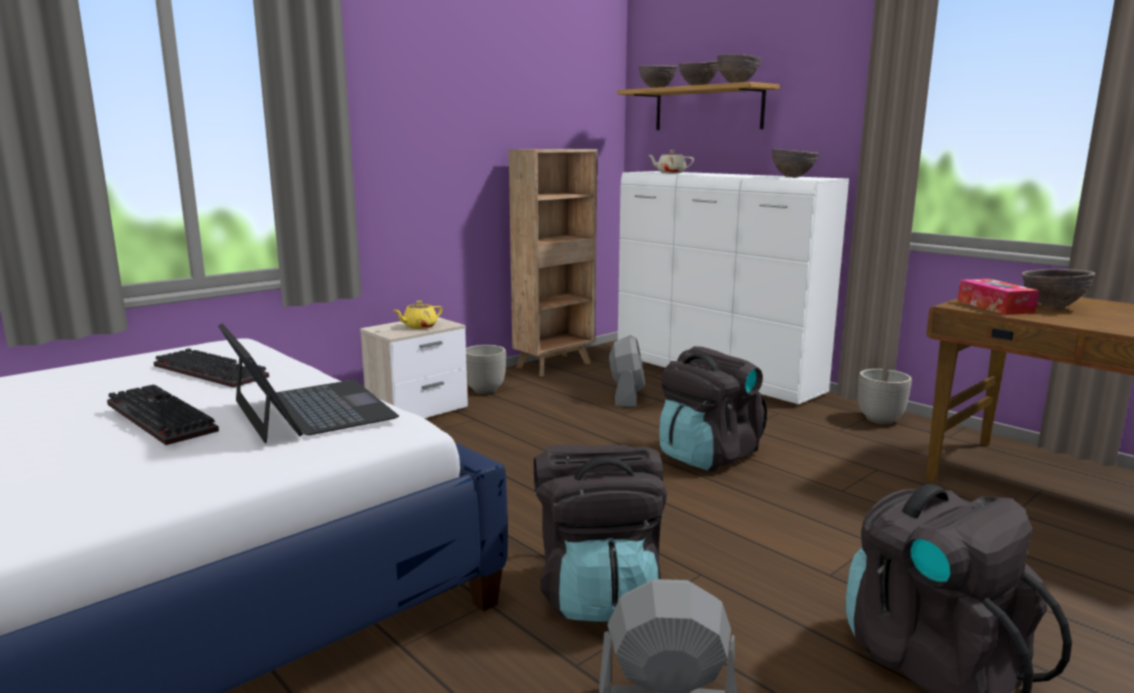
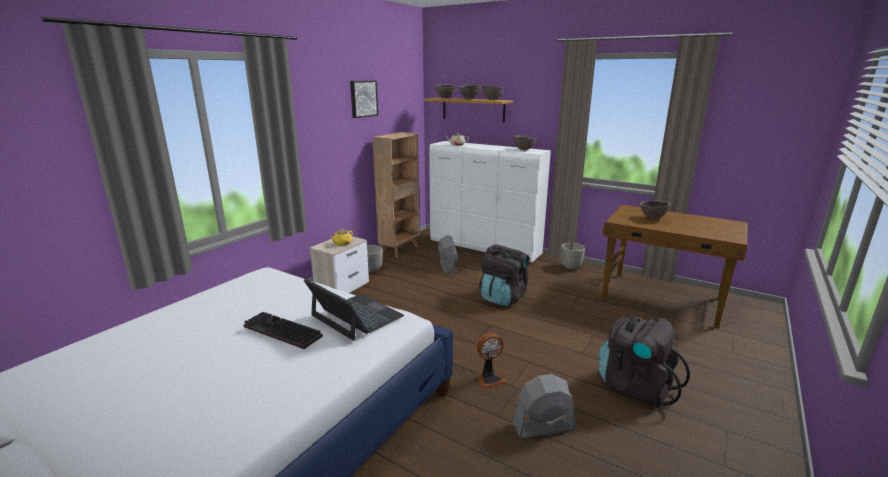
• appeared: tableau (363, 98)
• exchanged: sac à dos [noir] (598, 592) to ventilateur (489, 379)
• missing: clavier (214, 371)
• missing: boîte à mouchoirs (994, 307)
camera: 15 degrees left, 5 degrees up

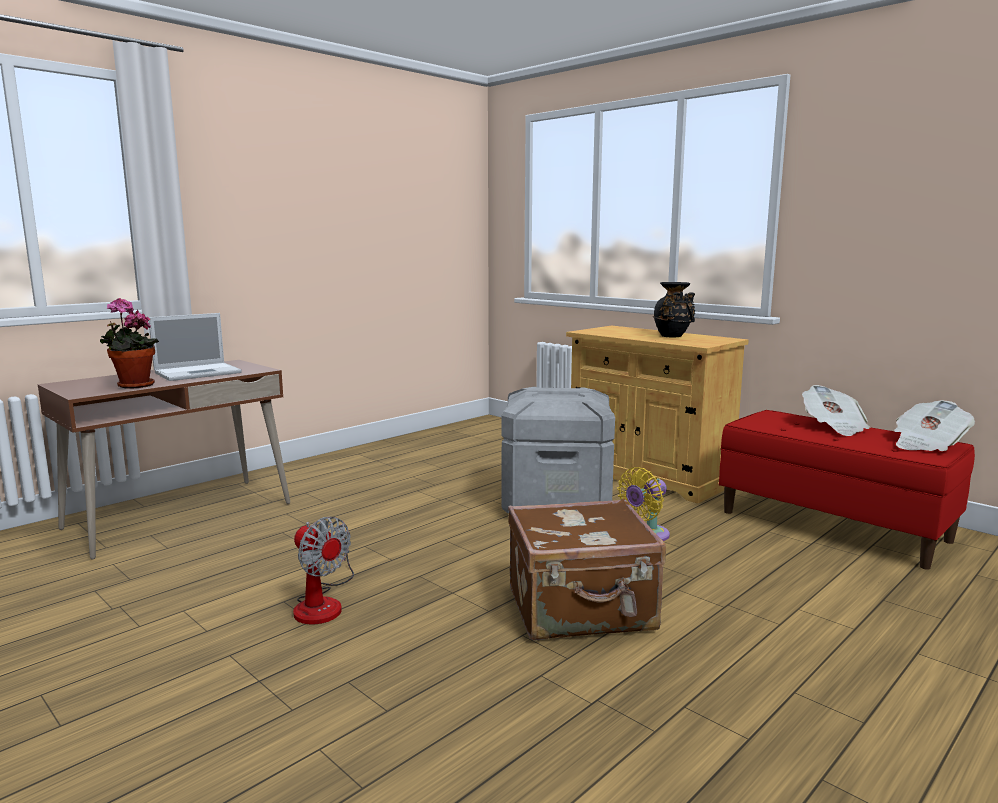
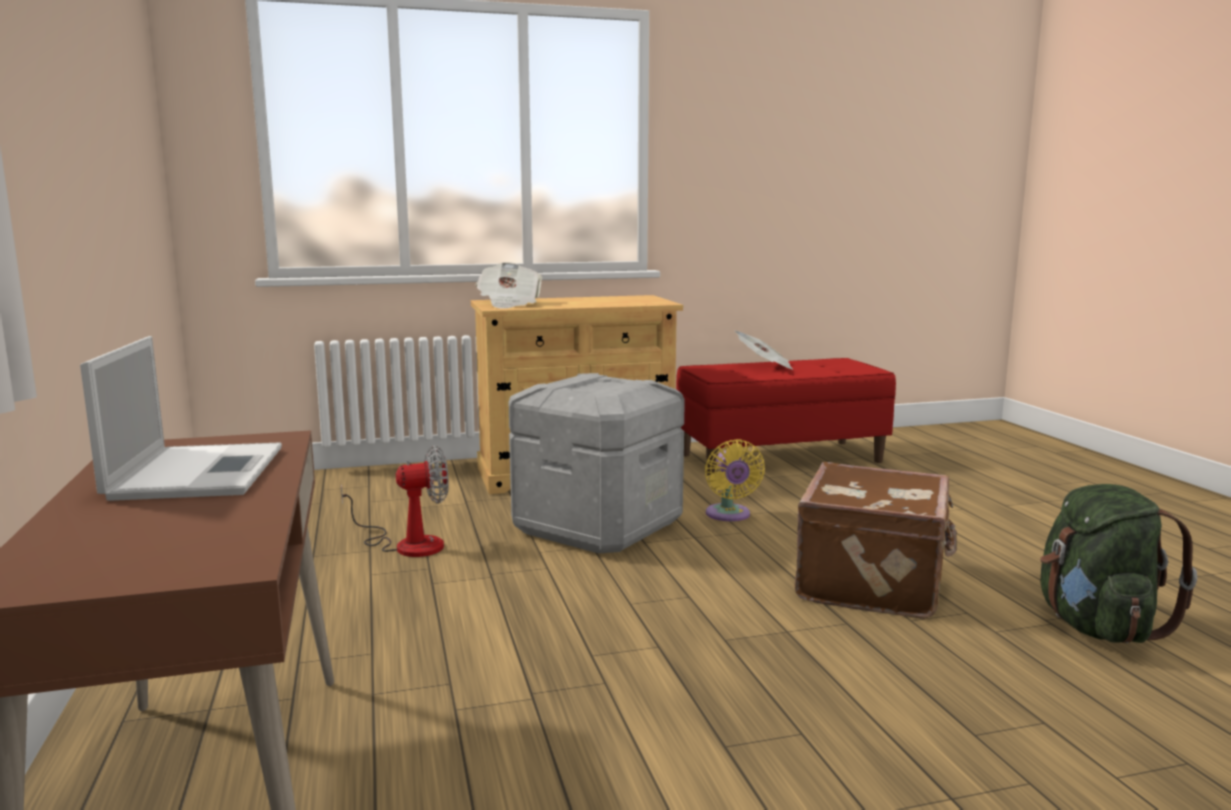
• relocated: ventilateur (323, 603) to (407, 544)
• relocated: journal (927, 445) to (509, 304)
• appeared: sac à dos [vert] (1097, 627)
• missing: plante en pot (132, 386)
• missing: vase [noir] (673, 336)
camera: 60 degrees left, 0 degrees up

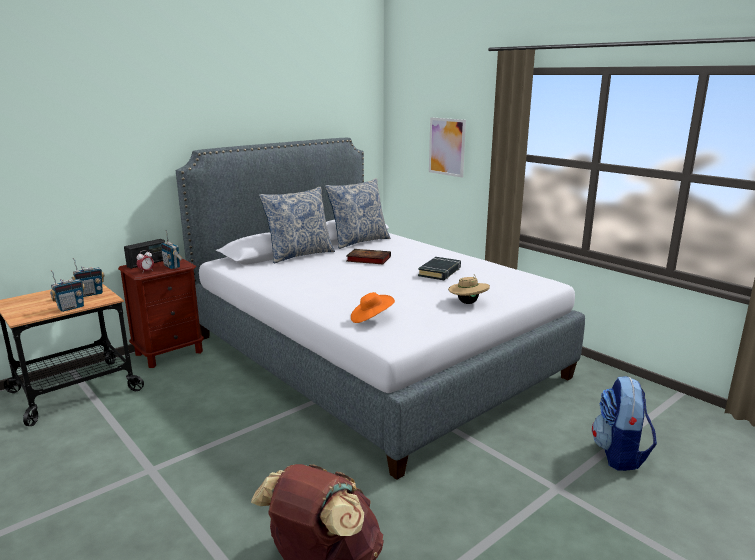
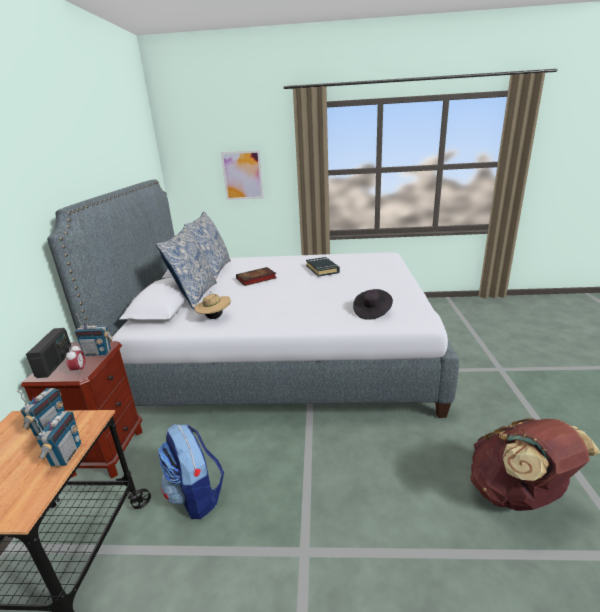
• relocated: sac à dos (619, 454) to (196, 496)
• relocated: chapeau [beige] (468, 303) to (214, 317)
• colour: chapeau [orange] (371, 318) to chapeau [noir] (372, 312)
camera: 45 degrees left, 5 degrees up

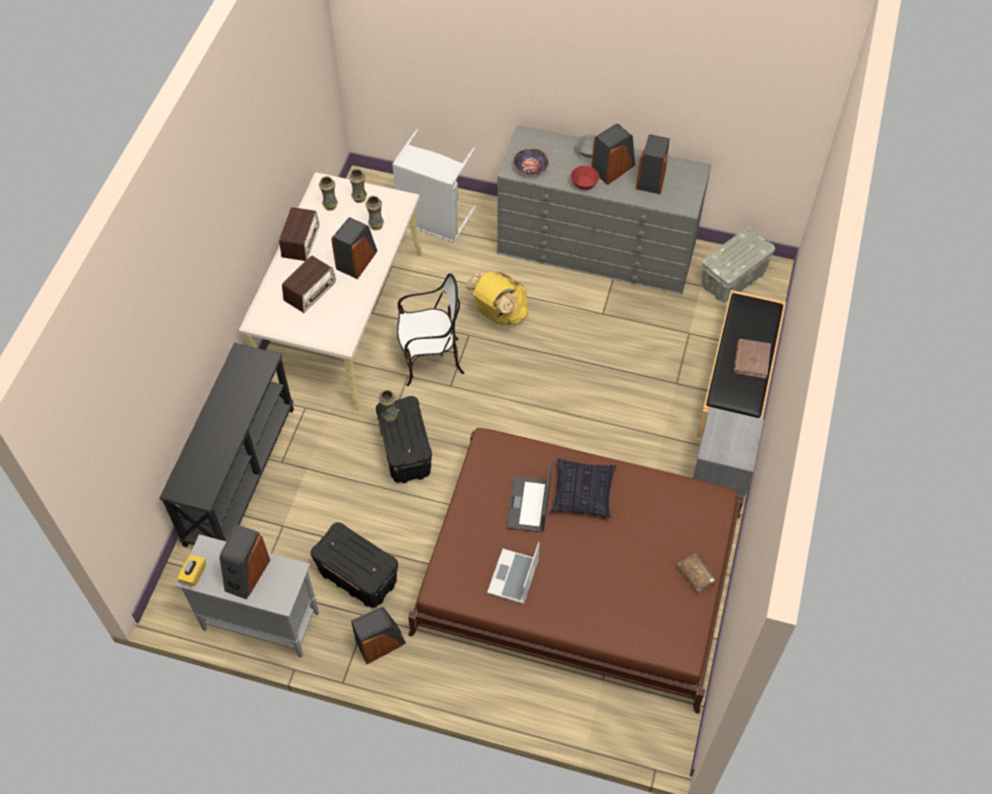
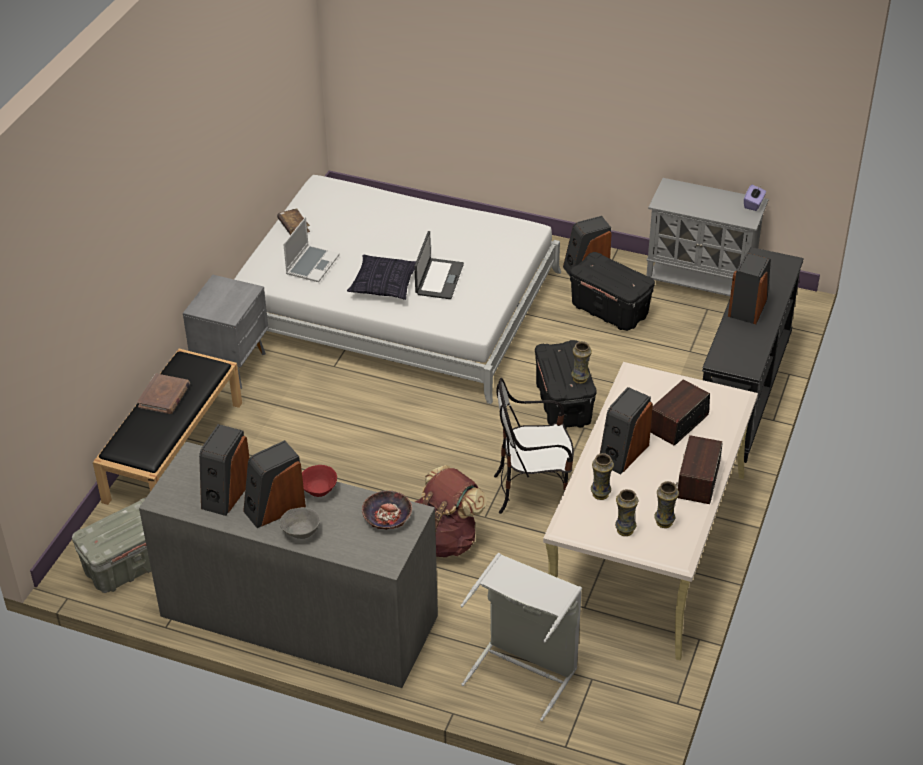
• colour: lit [marron] (578, 573) to lit [blanc] (395, 304)
• relocated: ordinateur portable (514, 578) to (312, 264)
• colour: sac à dos [jaune] (499, 313) to sac à dos [marron] (444, 539)
• relocated: enceinte (246, 574) to (748, 307)
• colour: boîte à mouchoirs [jaune] (193, 574) to boîte à mouchoirs [violet] (753, 204)
camera: 175 degrees left, 15 degrees down

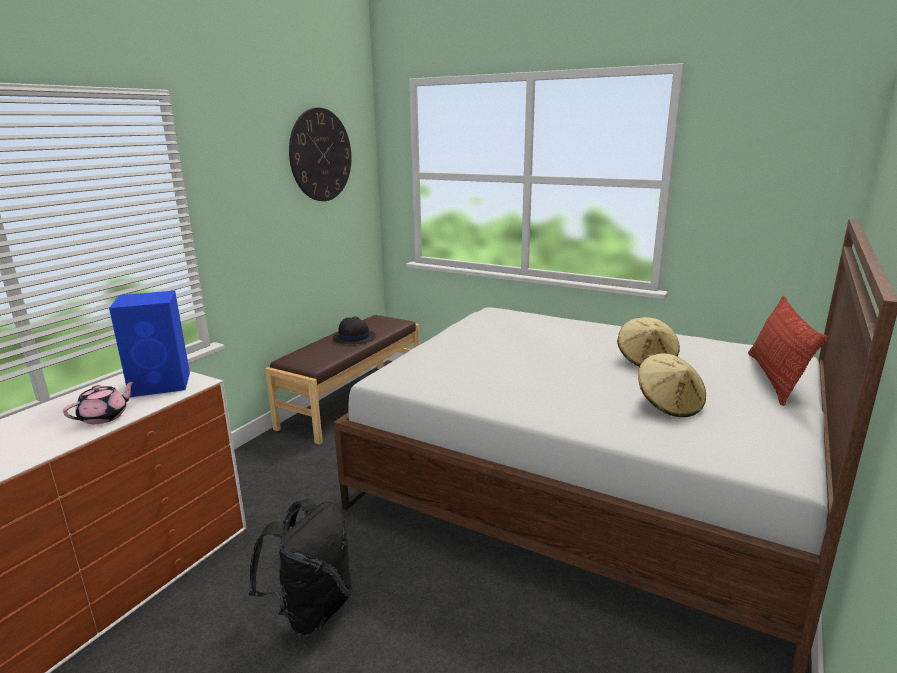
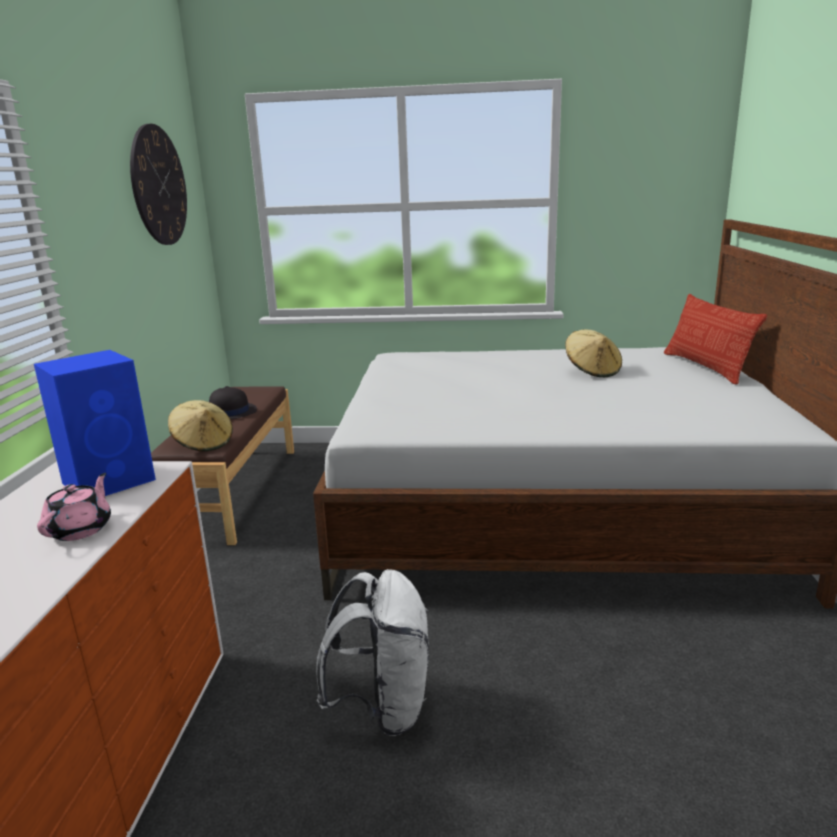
• relocated: chapeau [beige] (669, 405) to (203, 443)
• colour: sac à dos [noir] (311, 611) to sac à dos [blanc] (383, 707)
camera: 25 degrees left, 0 degrees up

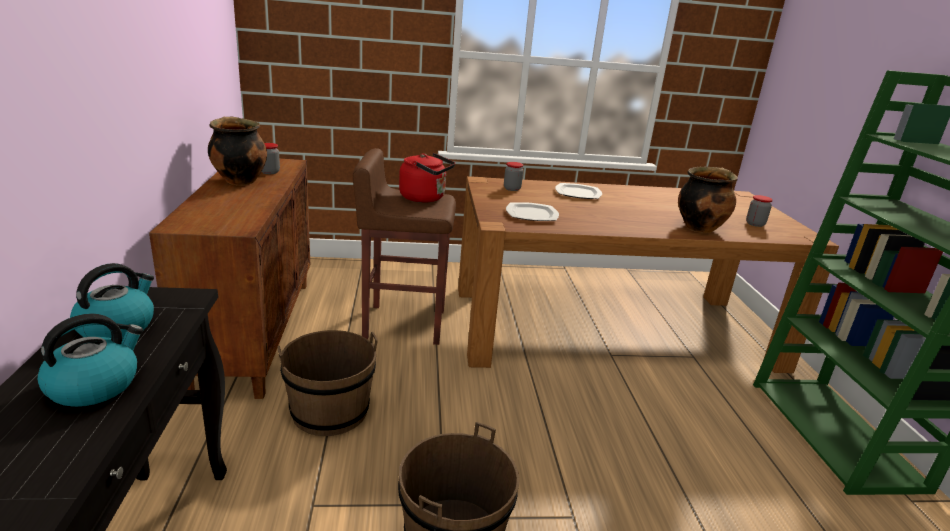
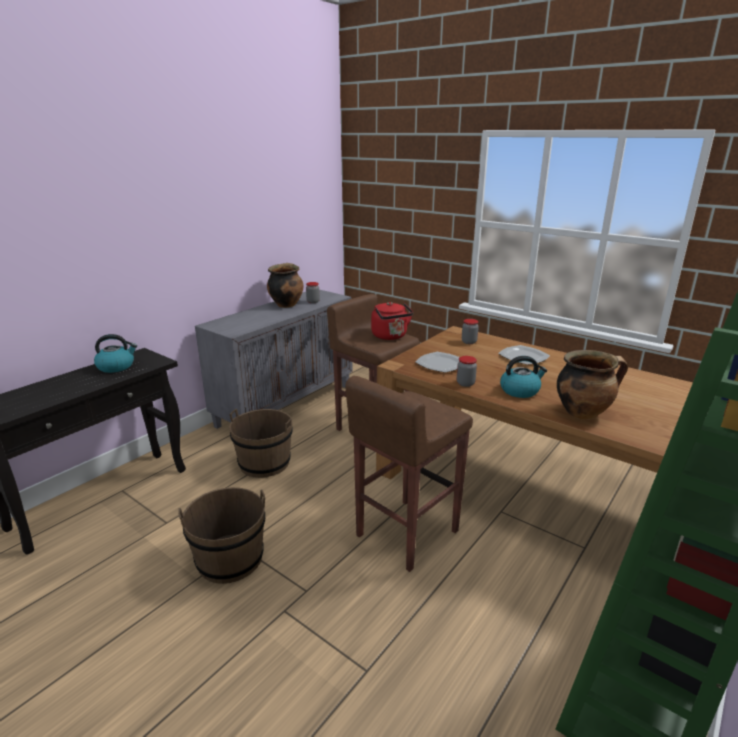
• colour: meuble de rangement [marron] (254, 331) to meuble de rangement [gris] (286, 404)
• appeared: tabouret [marron] (405, 533)
• relocated: bocal (755, 224) to (465, 383)
• relocated: bouilloire (95, 385) to (520, 390)
camera: 45 degrees right, 0 degrees up

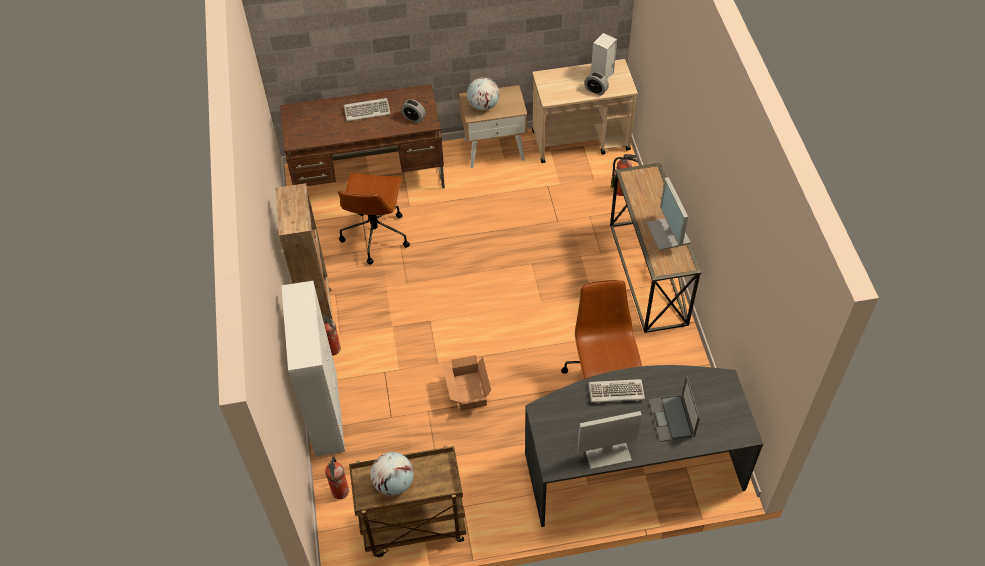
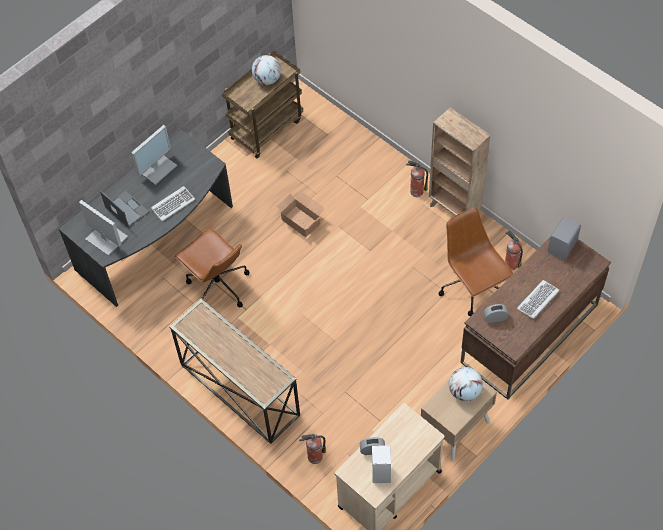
• relocated: écran d'ordinateur (669, 234) to (105, 238)
• relocated: extincteur (340, 492) to (510, 264)
• appeared: enceinte [gris] (563, 247)
• missing: meuble de rangement [blanc] (326, 413)
camera: 145 degrees right, 5 degrees up

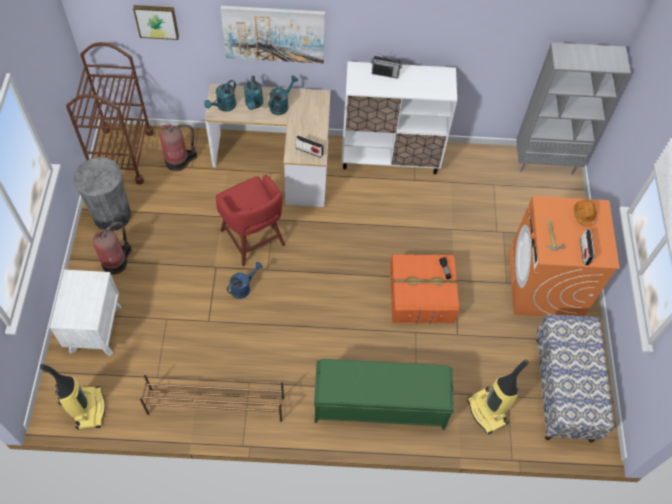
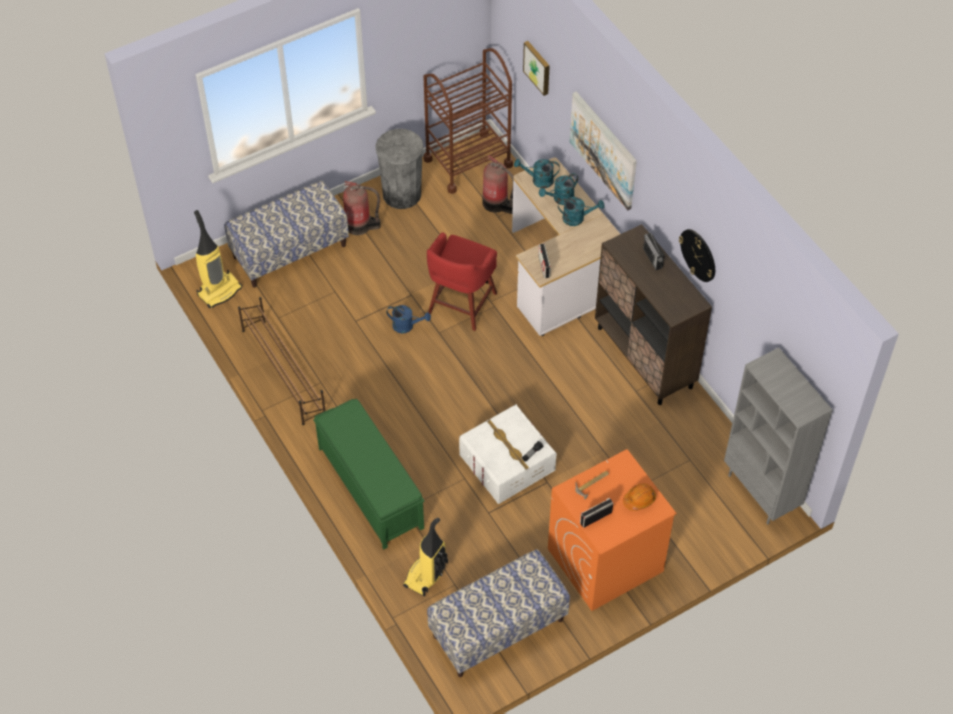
• exchanged: table de chevet [blanc] (95, 328) to banc (290, 251)
• colour: boîte de rangement [orange] (421, 296) to boîte de rangement [blanc] (507, 463)
• colour: meuble de rangement [blanc] (390, 158) to meuble de rangement [marron] (645, 358)
• appeared: horloge murale (698, 255)
camera: 60 degrees right, 5 degrees down

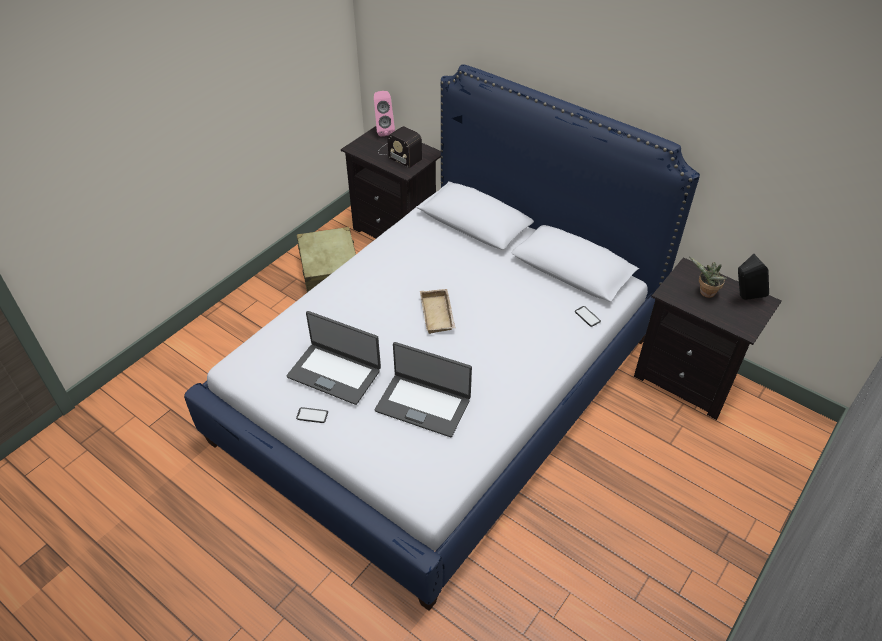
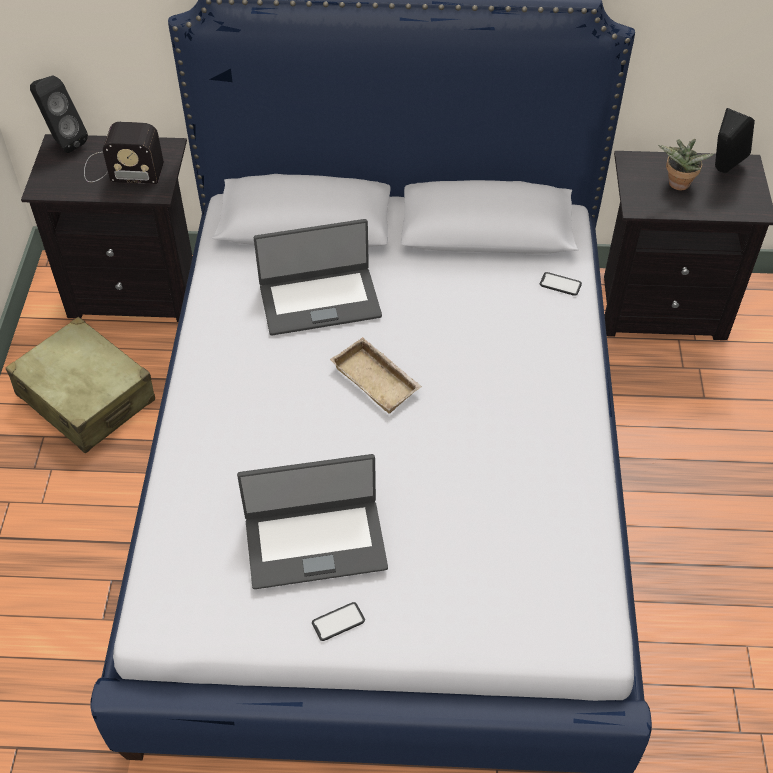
• colour: enceinte [rose] (383, 131) to enceinte [noir] (63, 142)
• relocated: ordinateur portable (423, 404) to (319, 300)
camera: 35 degrees left, 5 degrees up

